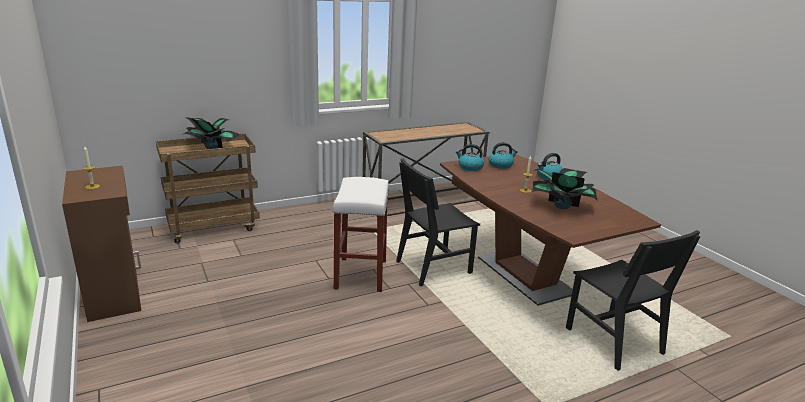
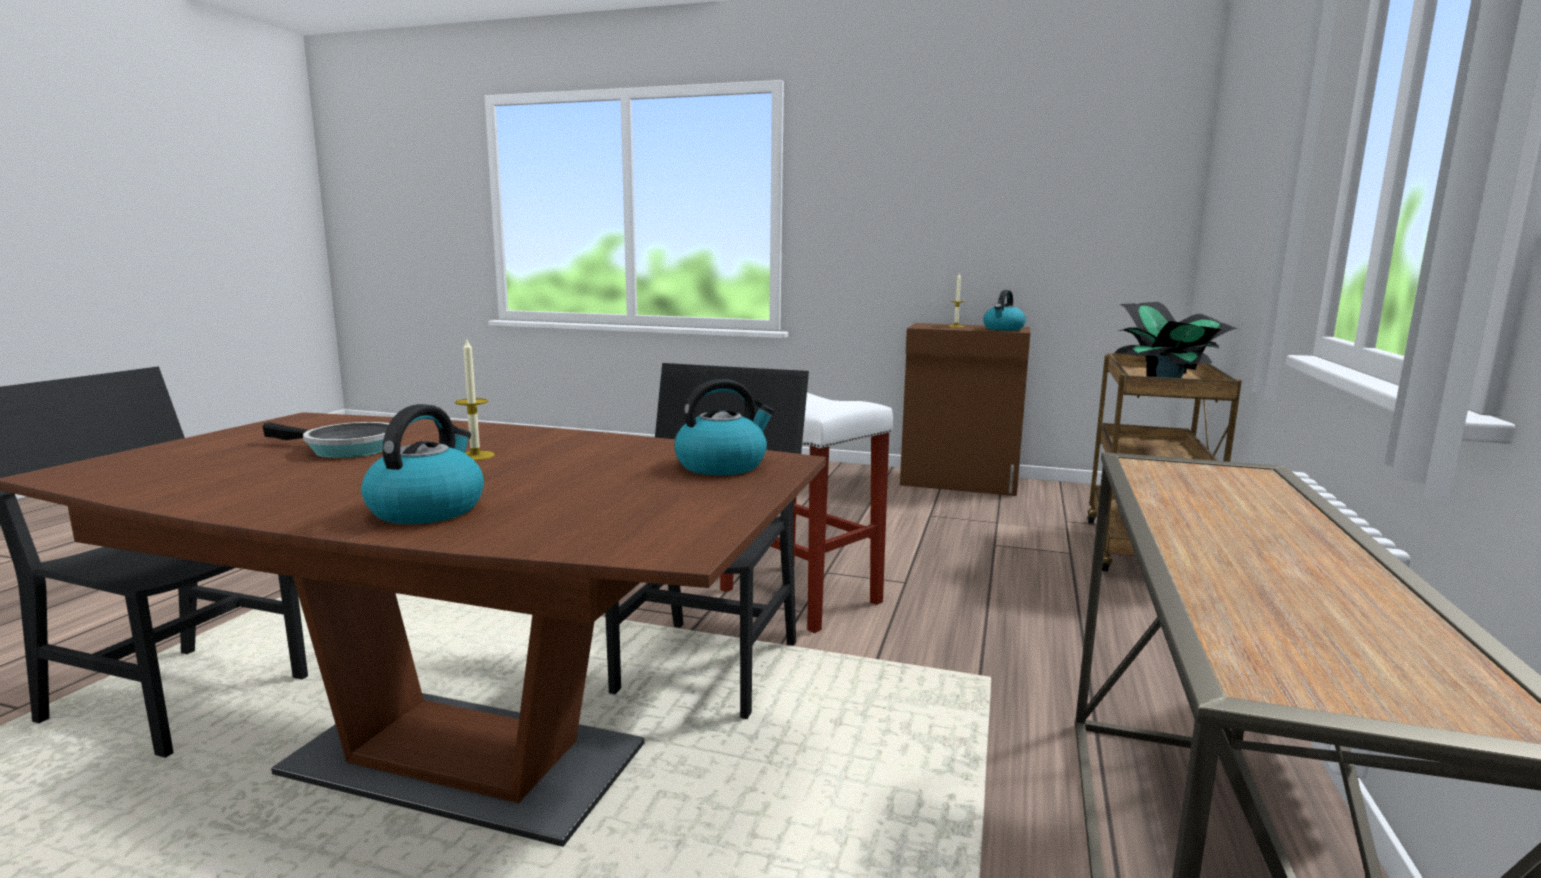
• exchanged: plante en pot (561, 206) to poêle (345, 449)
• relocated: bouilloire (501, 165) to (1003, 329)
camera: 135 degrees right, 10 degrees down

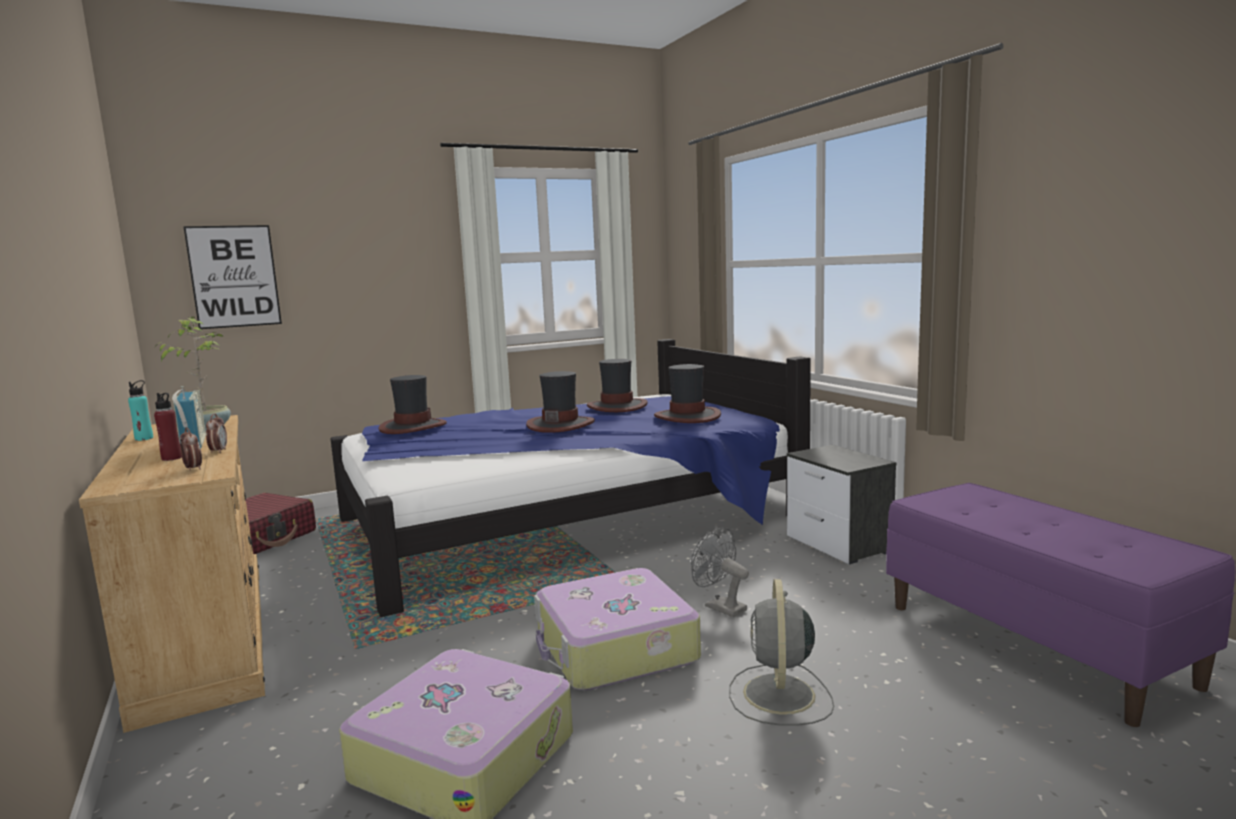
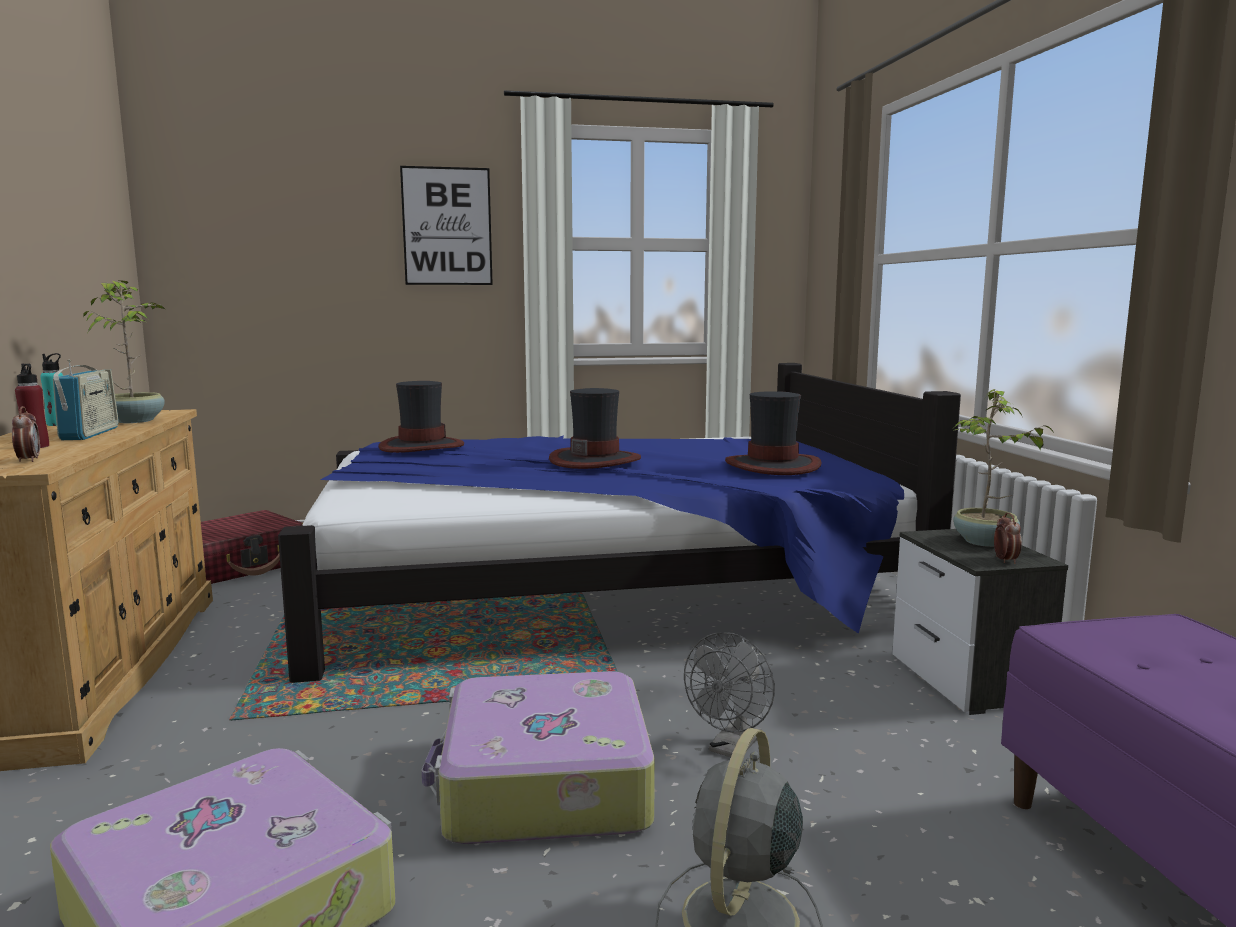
• relocated: tableau (234, 276) to (447, 226)
• spun: ventilateur [gris] (720, 607) = (732, 748) 120 degrees counterclockwise
• appeared: plante en pot (985, 542)
• relocated: réveil (218, 451) to (1005, 560)
• missing: chapeau (617, 406)
camera: 15 degrees right, 0 degrees up

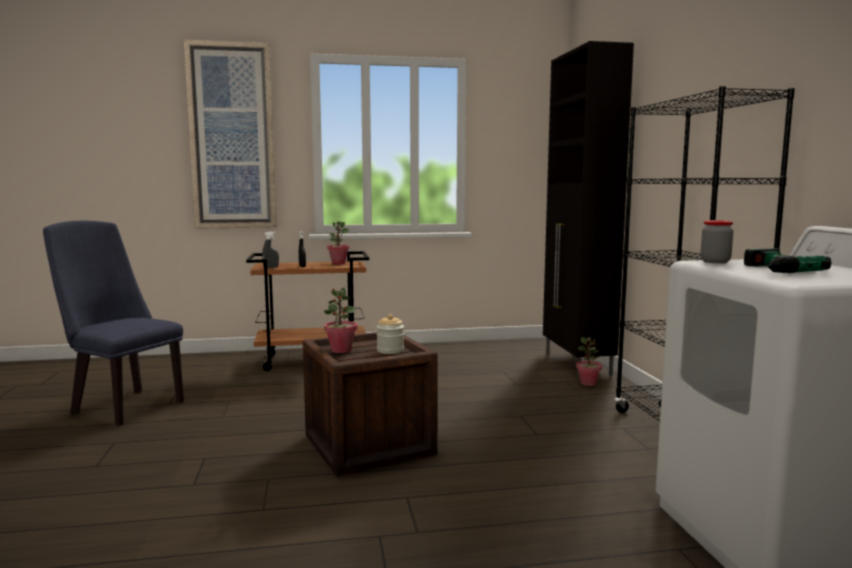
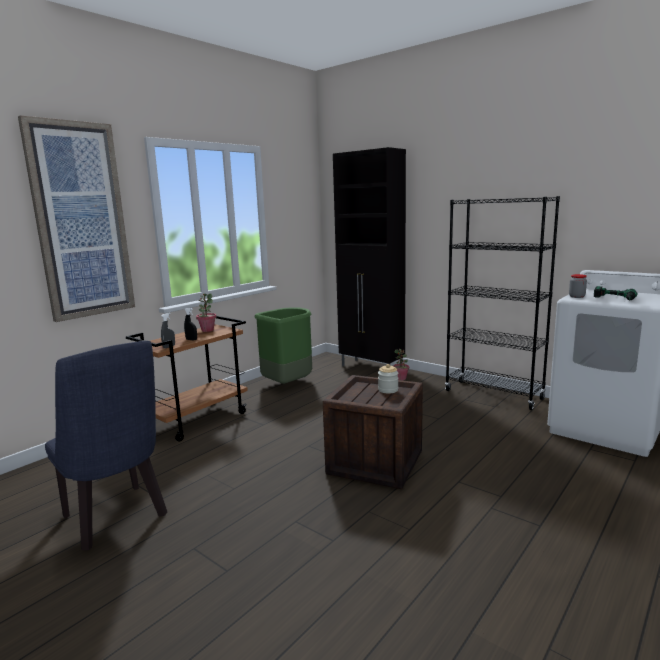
• spun: chaise [bleu] (122, 405) = (118, 519) 120 degrees counterclockwise
• appeared: poubelle [vert] (288, 384)
• missing: plante en pot (341, 350)
camera: 40 degrees left, 5 degrees up

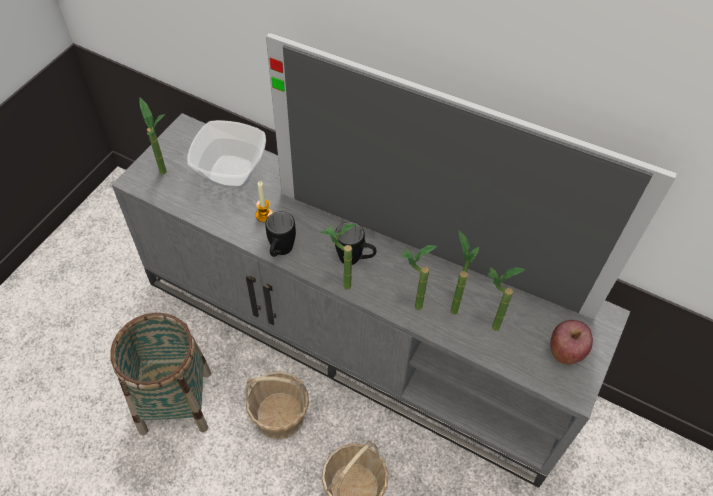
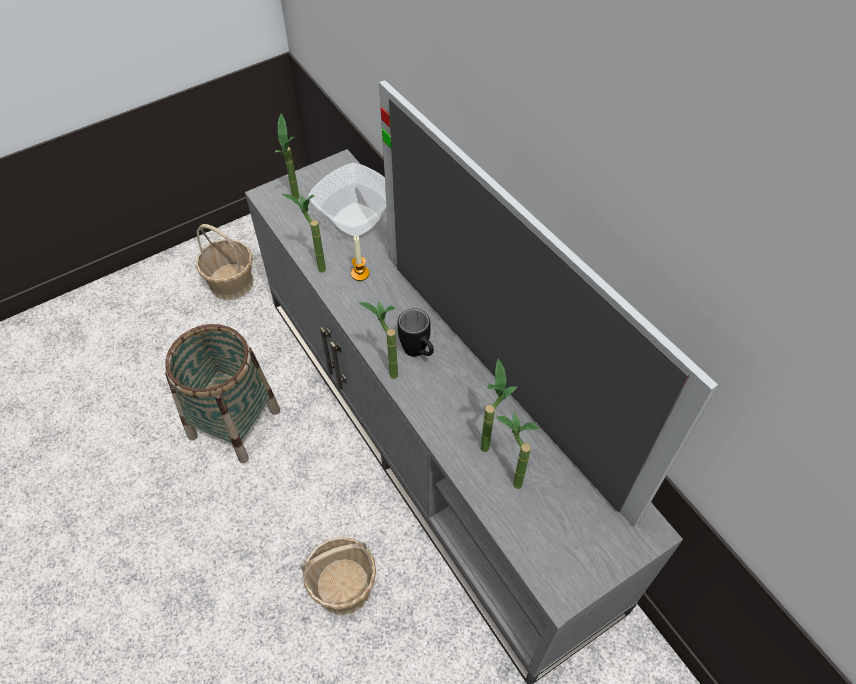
• relocated: panier (280, 416) to (231, 283)
• relocated: plante en pot (410, 307) to (314, 267)
• missing: mug [noir] (280, 252)
• missing: pomme (565, 351)
camera: 30 degrees right, 0 degrees up

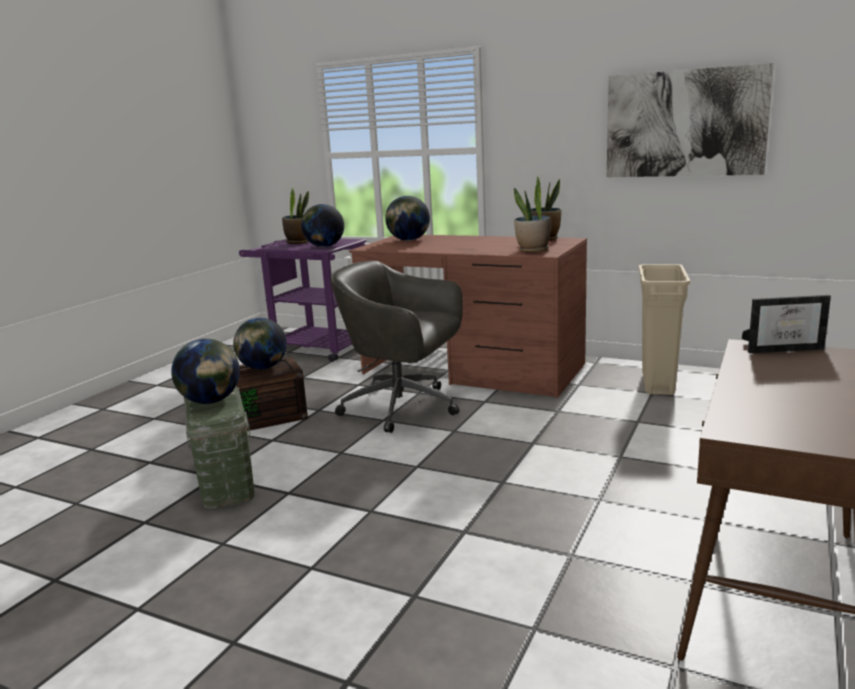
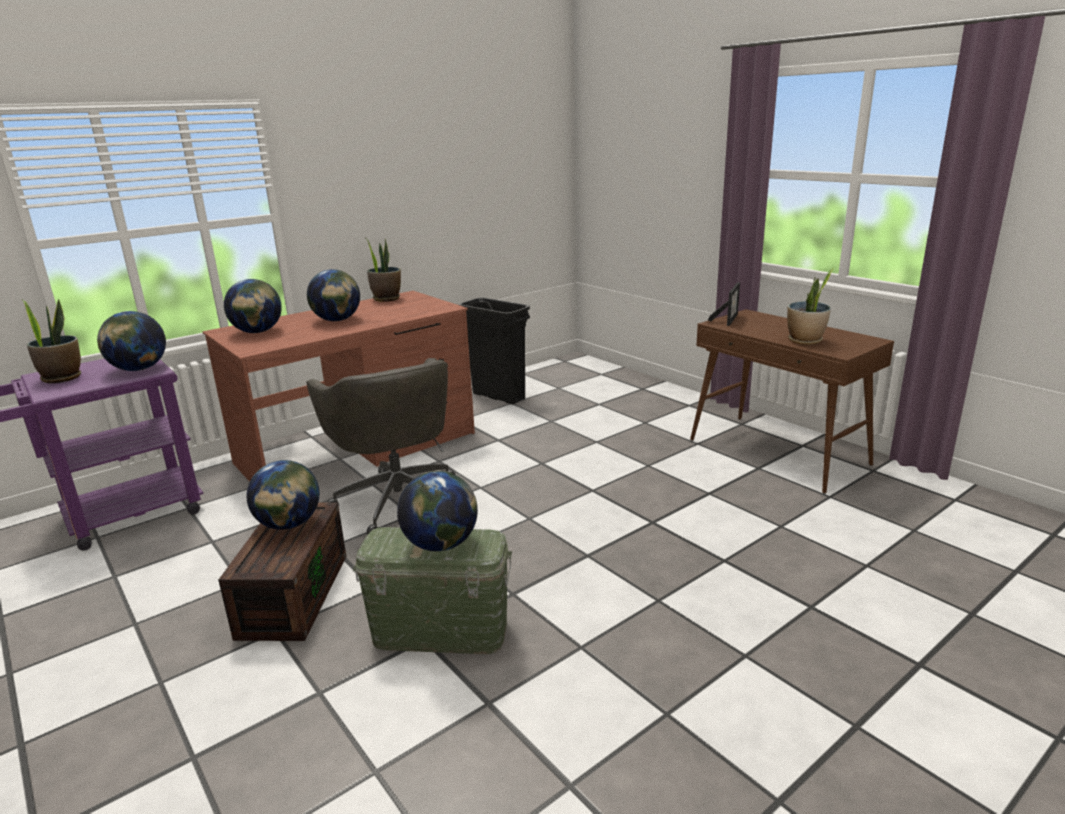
• appeared: globe (337, 320)
• spun: chaise de bureau [gris] (403, 408) = (398, 499) 75 degrees counterclockwise
• colour: poubelle [beige] (658, 383) to poubelle [noir] (499, 396)
• relocated: plante en pot (533, 250) to (805, 340)
• missing: tableau (684, 123)
camera: 65 degrees left, 5 degrees up

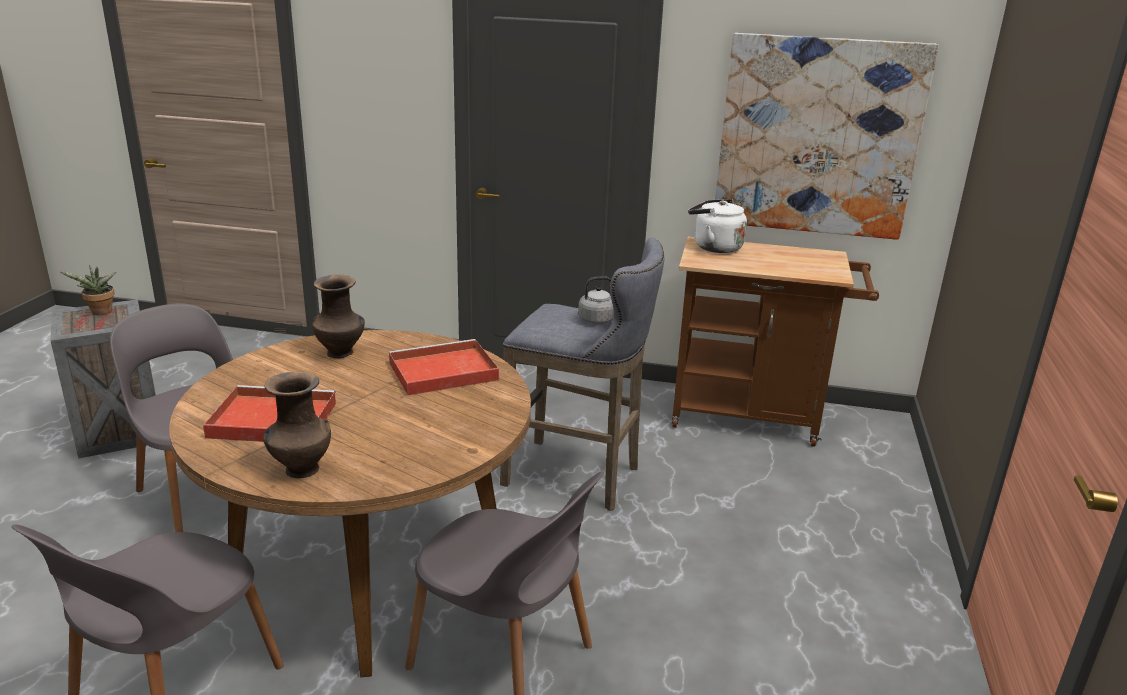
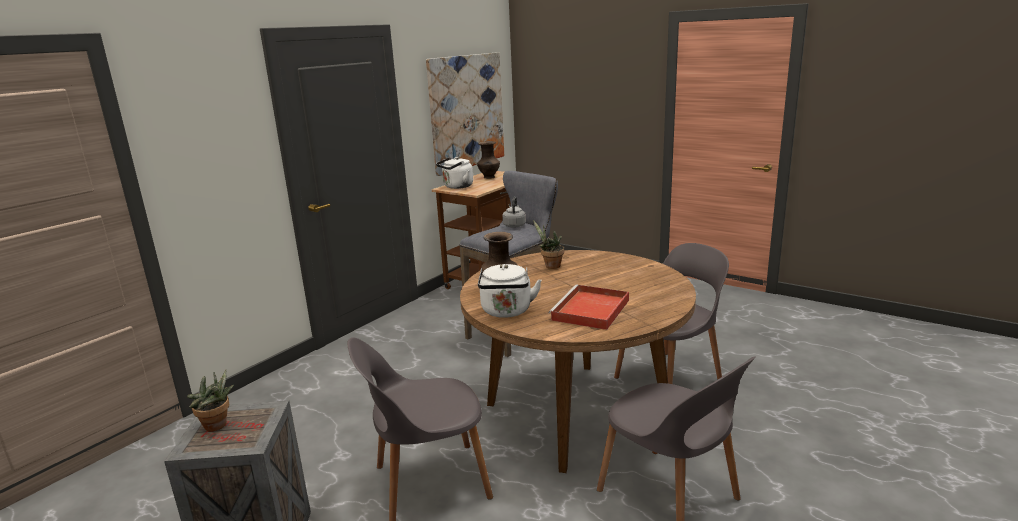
• relocated: vase [marron] (300, 470) to (489, 177)
• appeared: bouilloire [blanc] (506, 312)
• exchanged: plateau [rouge] (441, 372) to plante en pot (550, 266)
camera: 65 degrees left, 5 degrees down

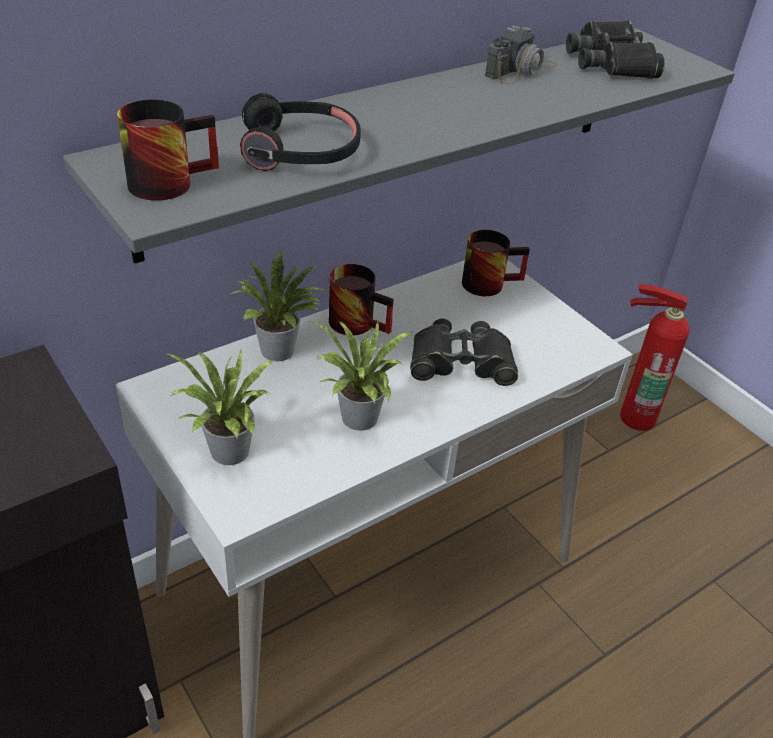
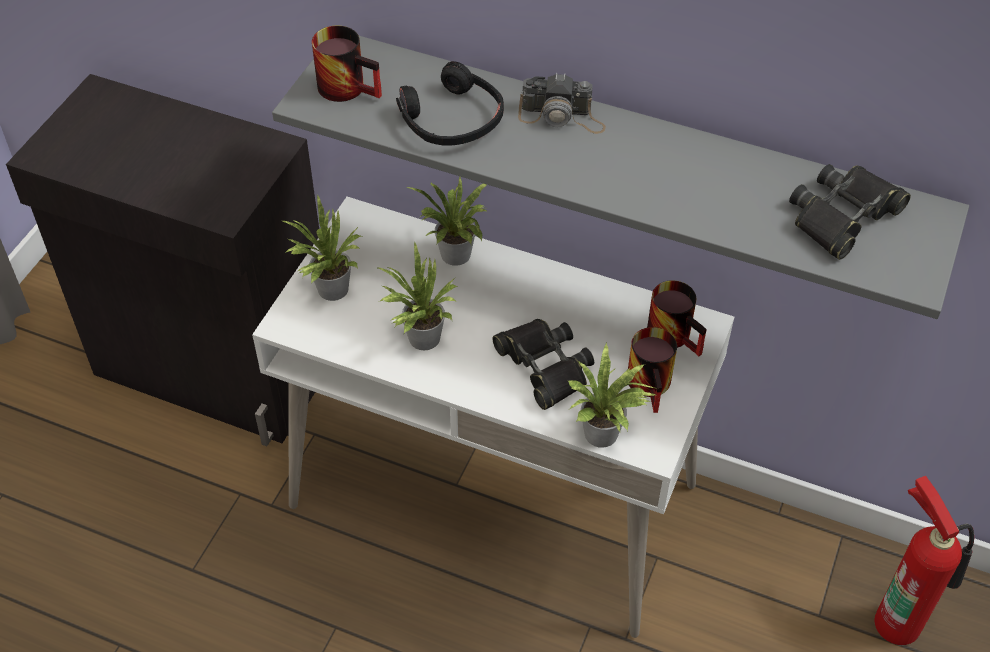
• relocated: appareil photo (521, 70) to (562, 117)
• appeared: plante en pot (605, 436)
• relocated: mug (360, 322) to (654, 385)
camera: 60 degrees right, 10 degrees up

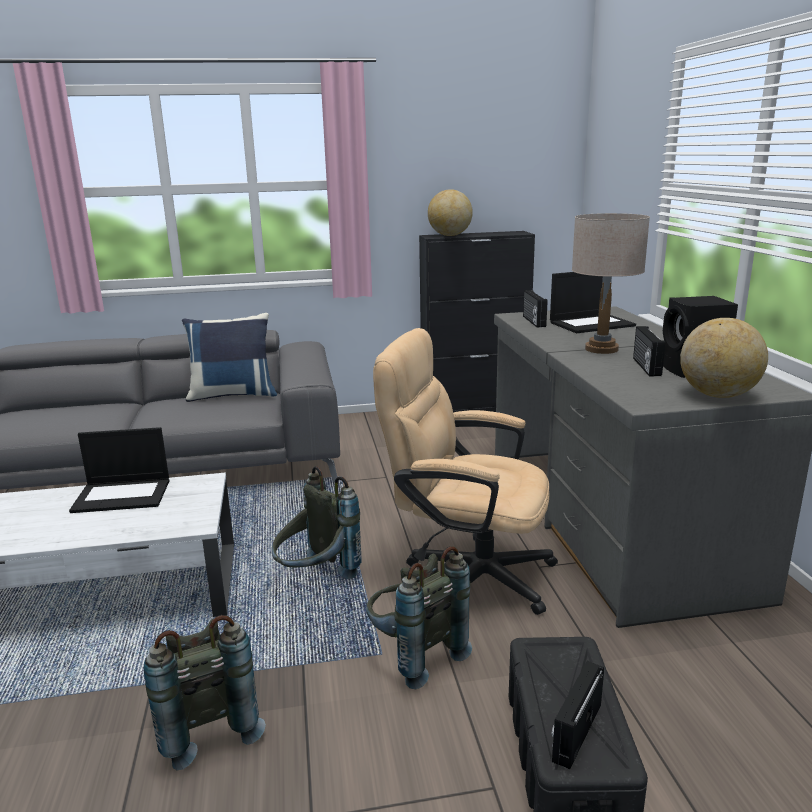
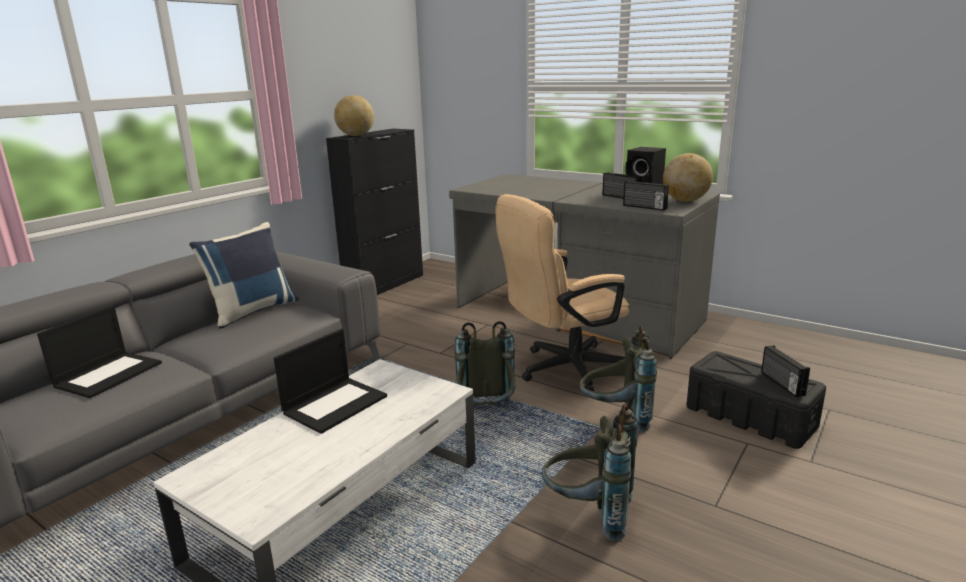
• relocated: ordinateur portable (592, 324) to (109, 374)
• relocated: radio (533, 321) to (644, 207)
• missing: lampe de table [beige] (601, 349)
camera: 45 degrees left, 0 degrees up

